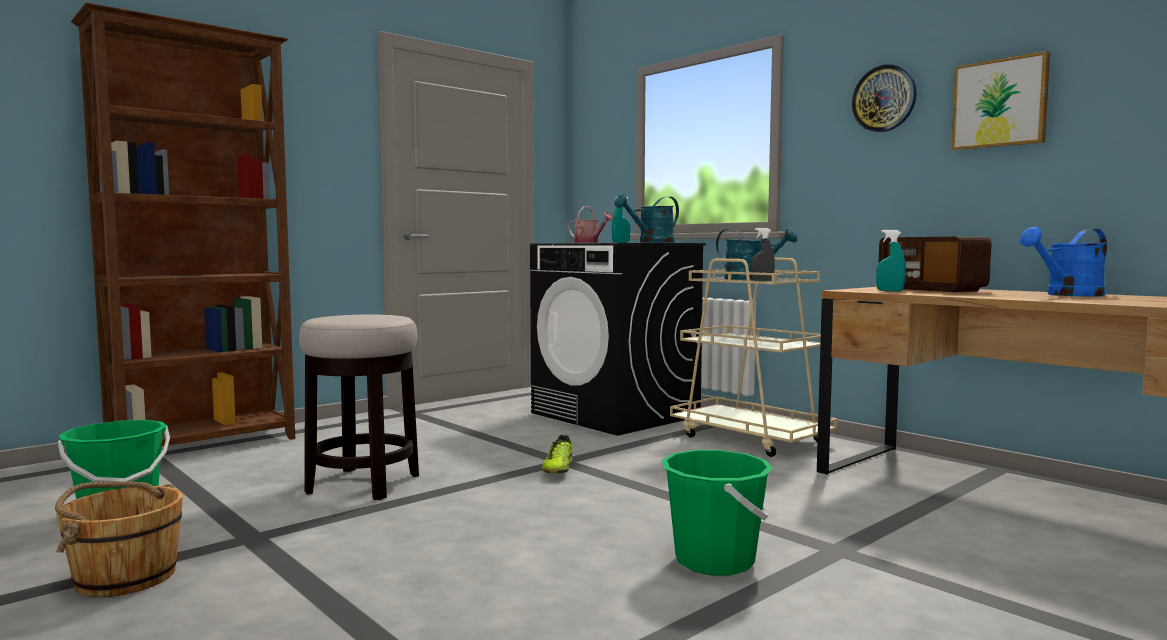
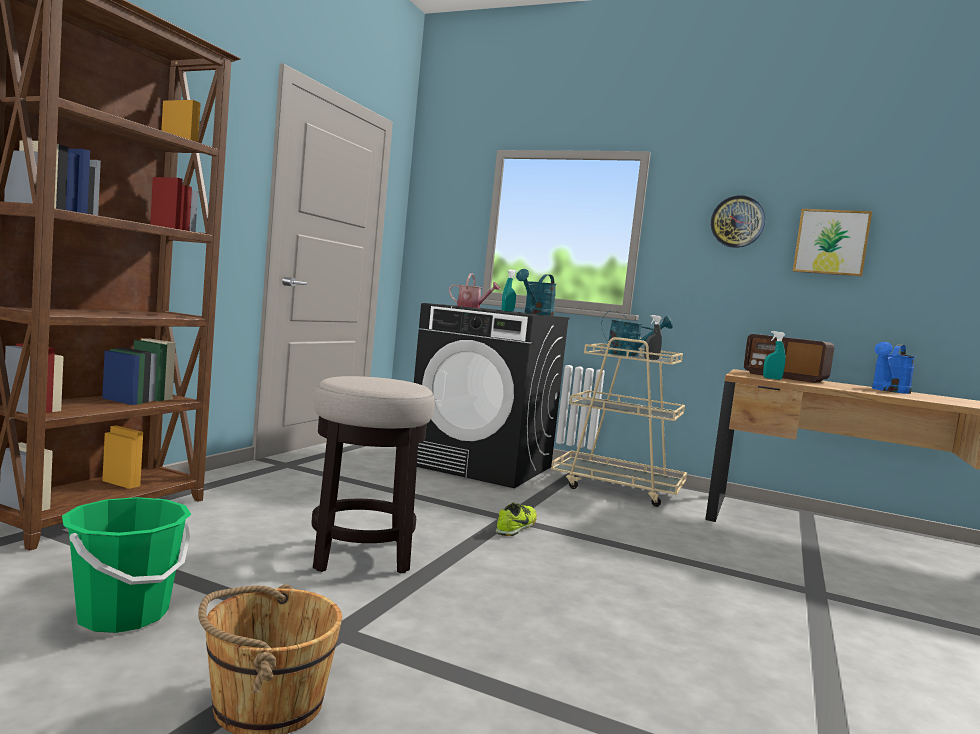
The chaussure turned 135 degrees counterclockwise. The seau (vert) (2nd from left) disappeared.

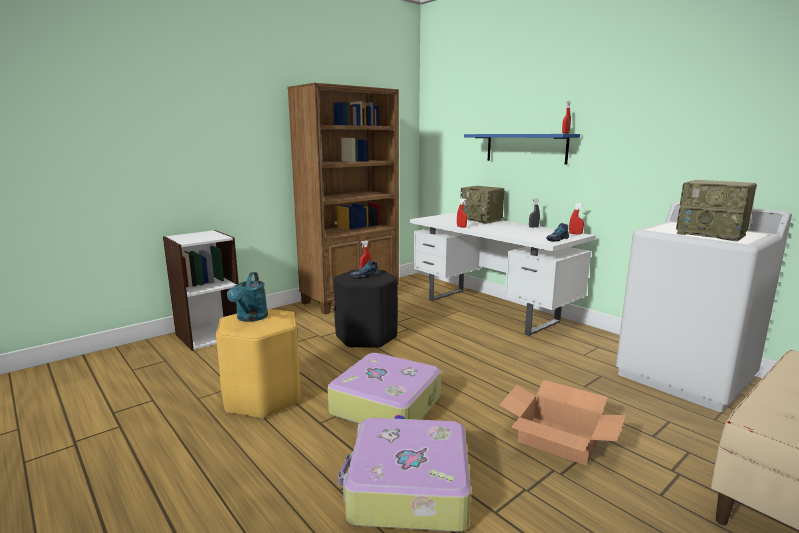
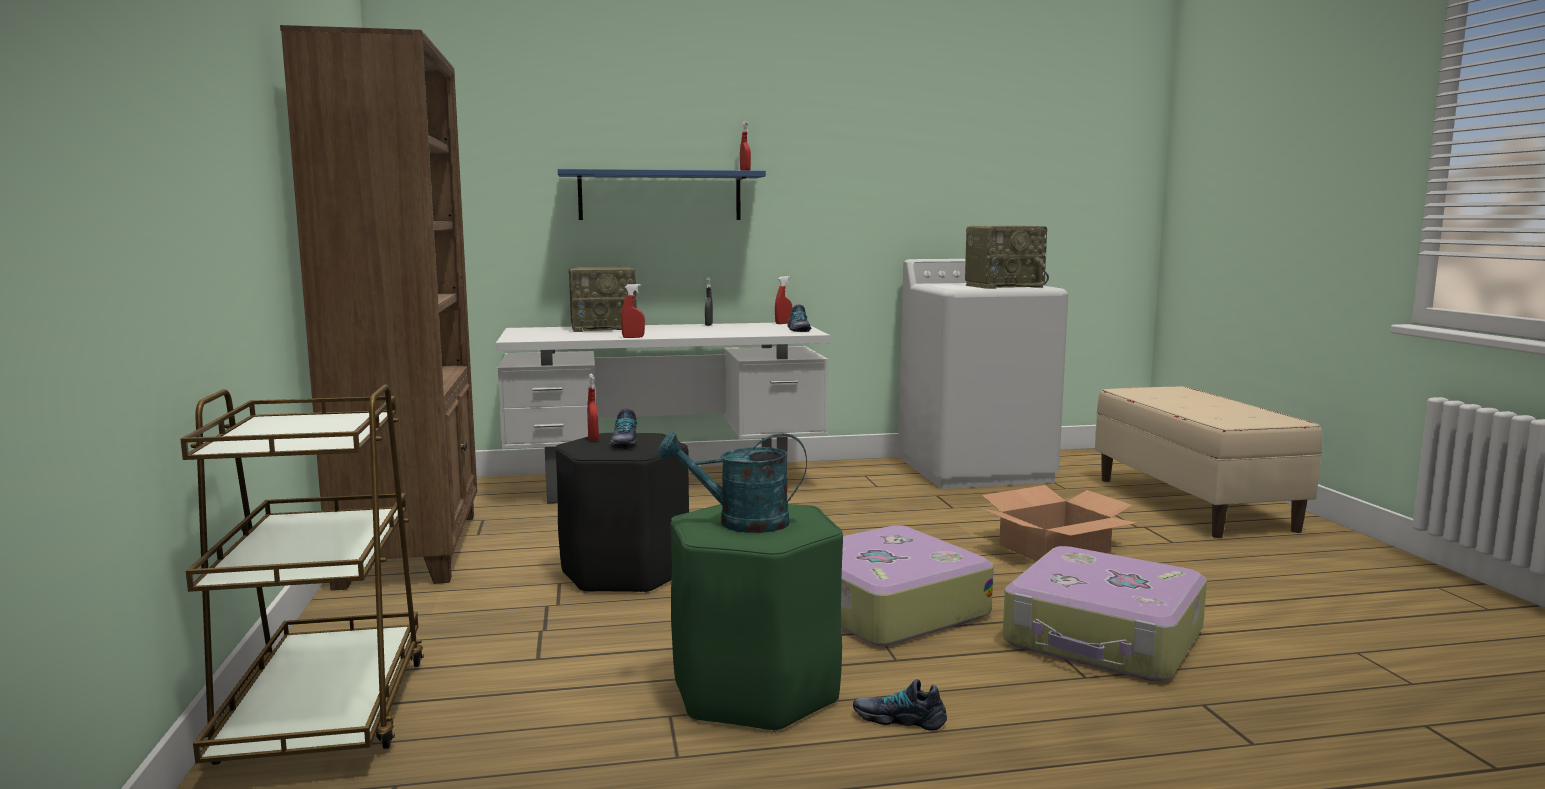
The bibliothèque (blanc) was replaced by the chariot (marron). The arrosoir (turquoise) turned 150 degrees clockwise. The tabouret (jaune) became the tabouret (vert). The chaussure (3rd from left) appeared.

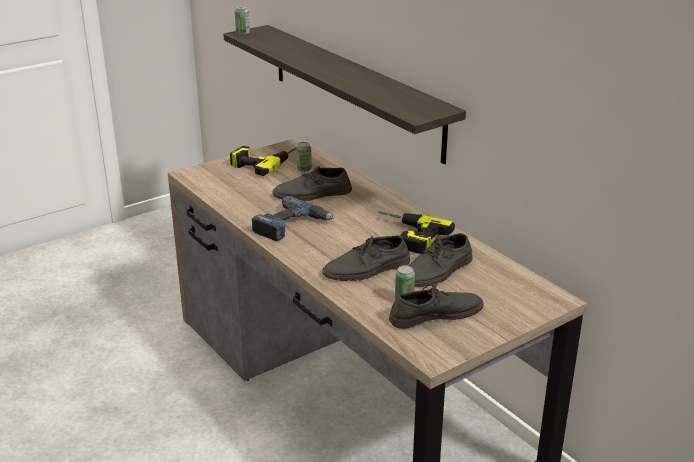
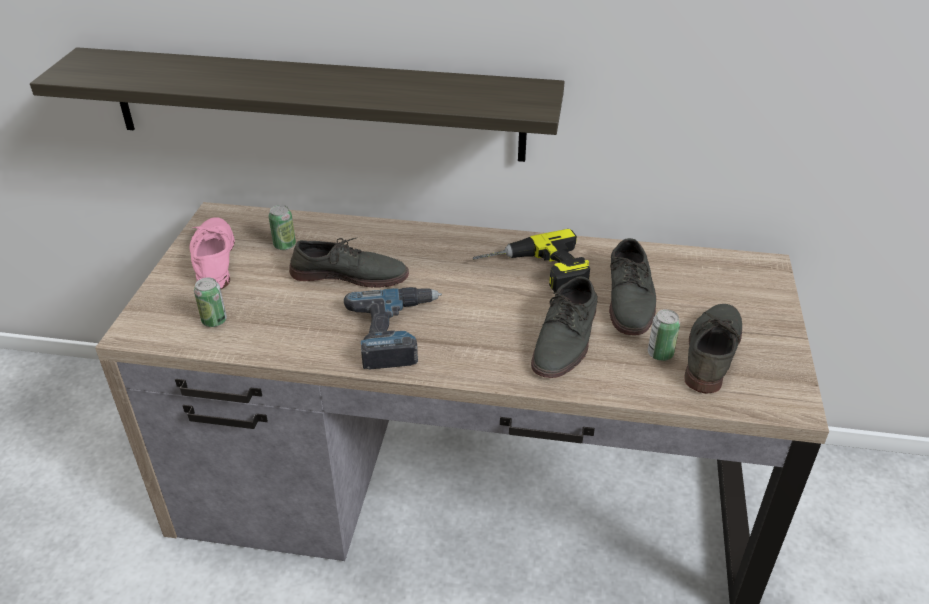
The boîte métallique (1st from left) moved. The perceuse (1st from left) was replaced by the chaussure (rose). The chaussure (gris) (1st from left) turned 120 degrees counterclockwise.

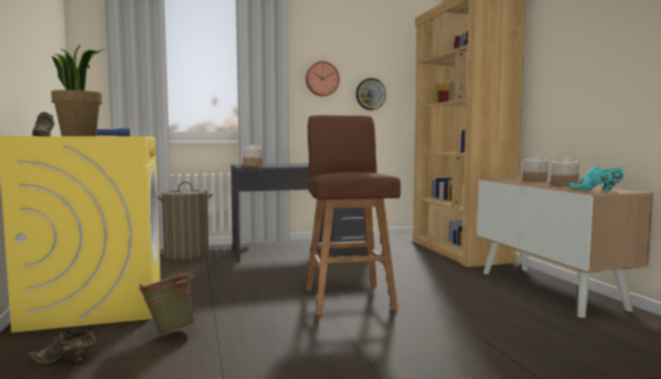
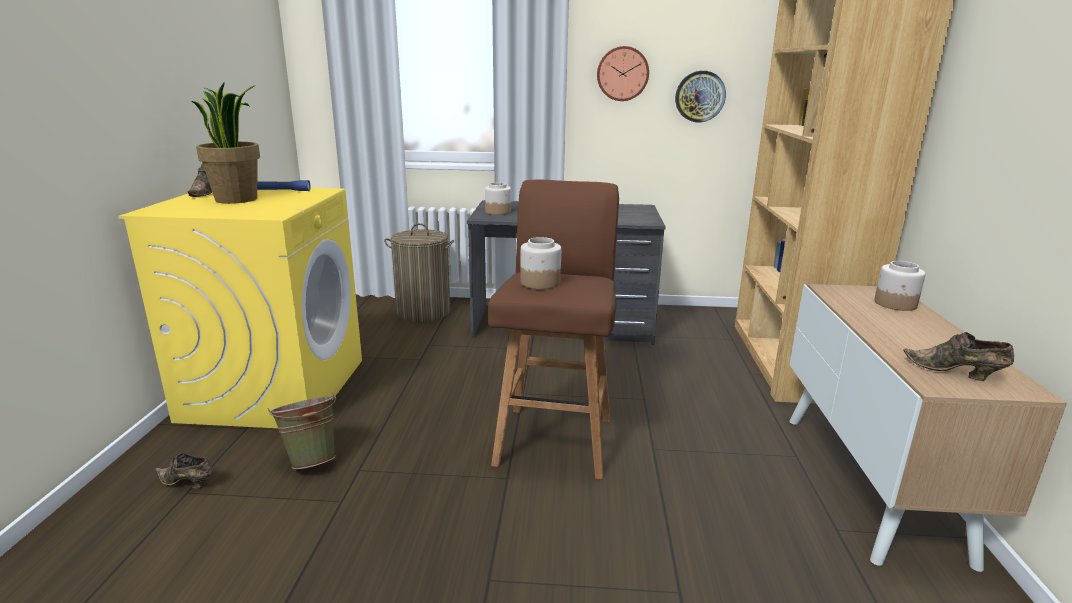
The bocal (3rd from left in the first image) moved. The chaussure (turquoise) became the chaussure (marron) (3rd from left).

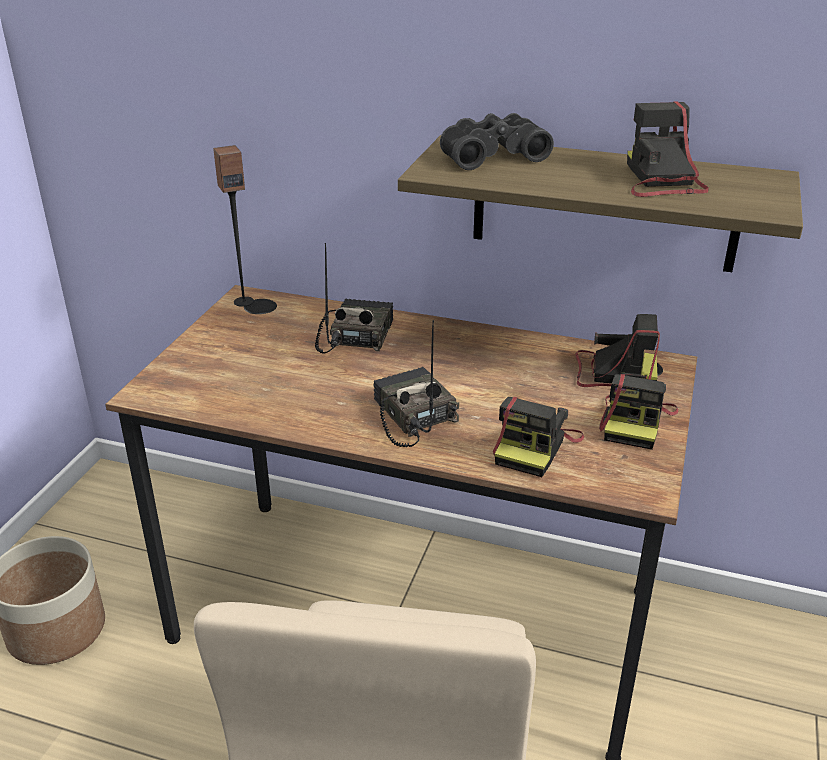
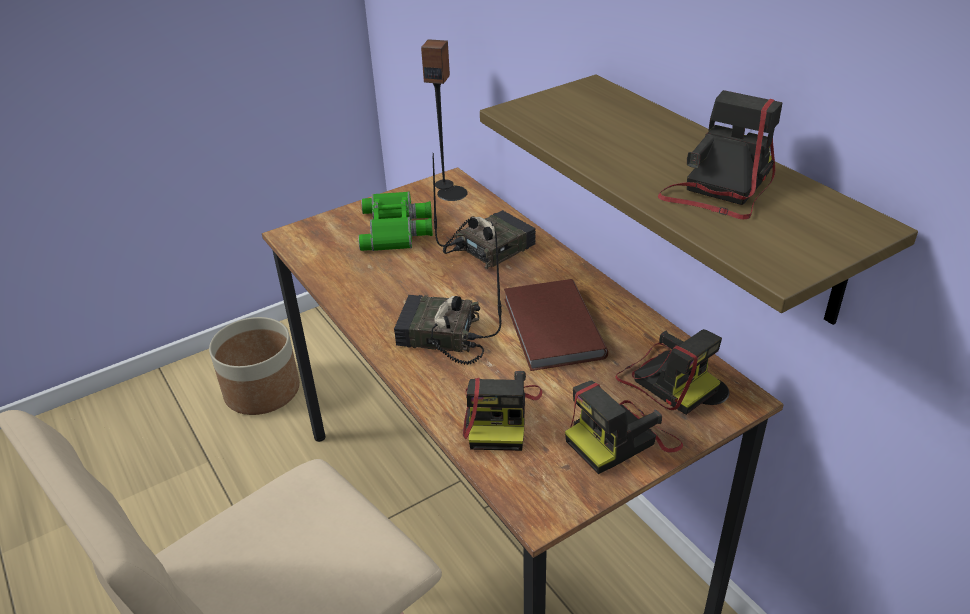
The jumelles (noir) disappeared. The radio (2nd from left in the first image) turned 90 degrees counterclockwise. The appareil photo (1st from left) turned 60 degrees counterclockwise. The jumelles (vert) appeared. The livre (marron) appeared.

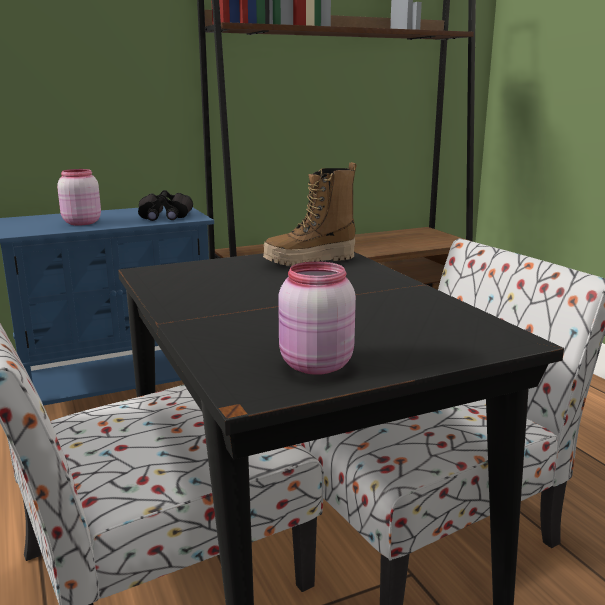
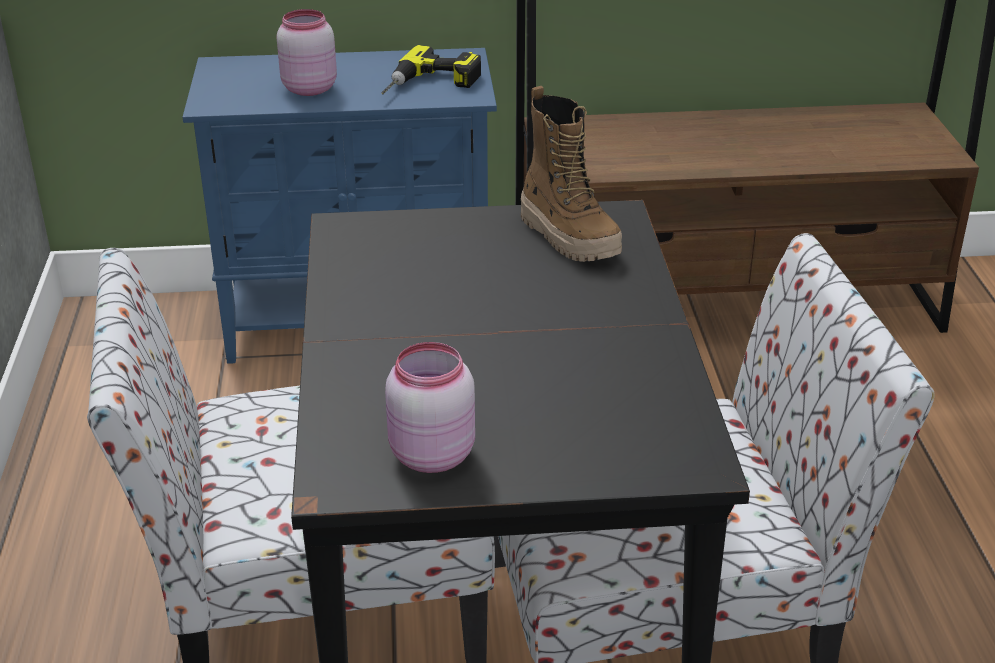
The botte turned 120 degrees counterclockwise. The jumelles (noir) was replaced by the perceuse.

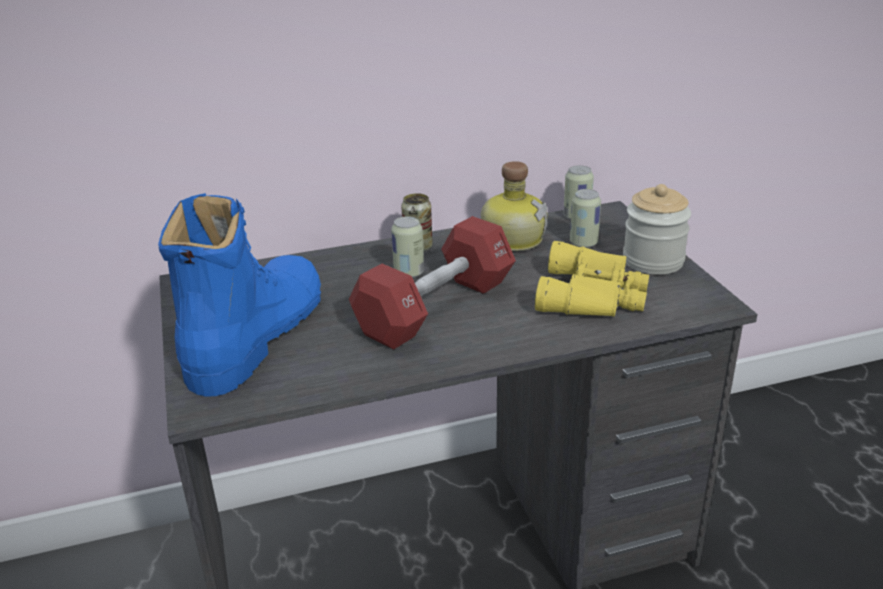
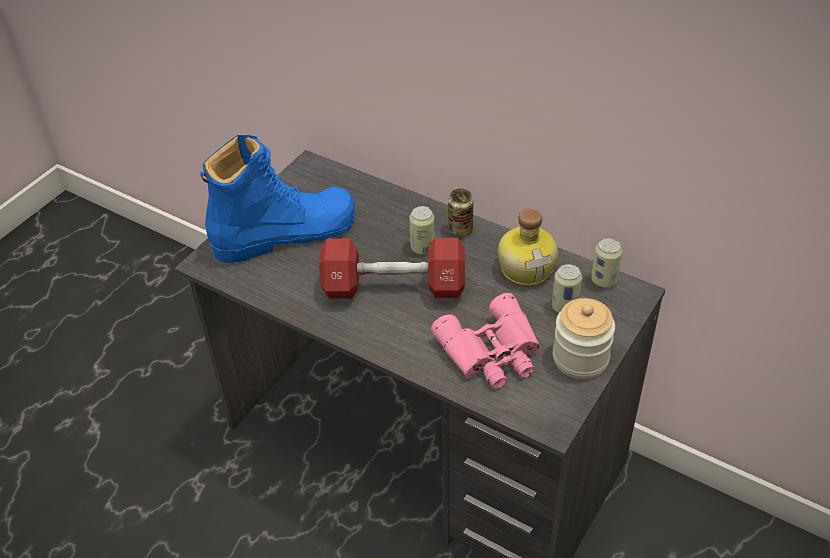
The jumelles (jaune) became the jumelles (rose).

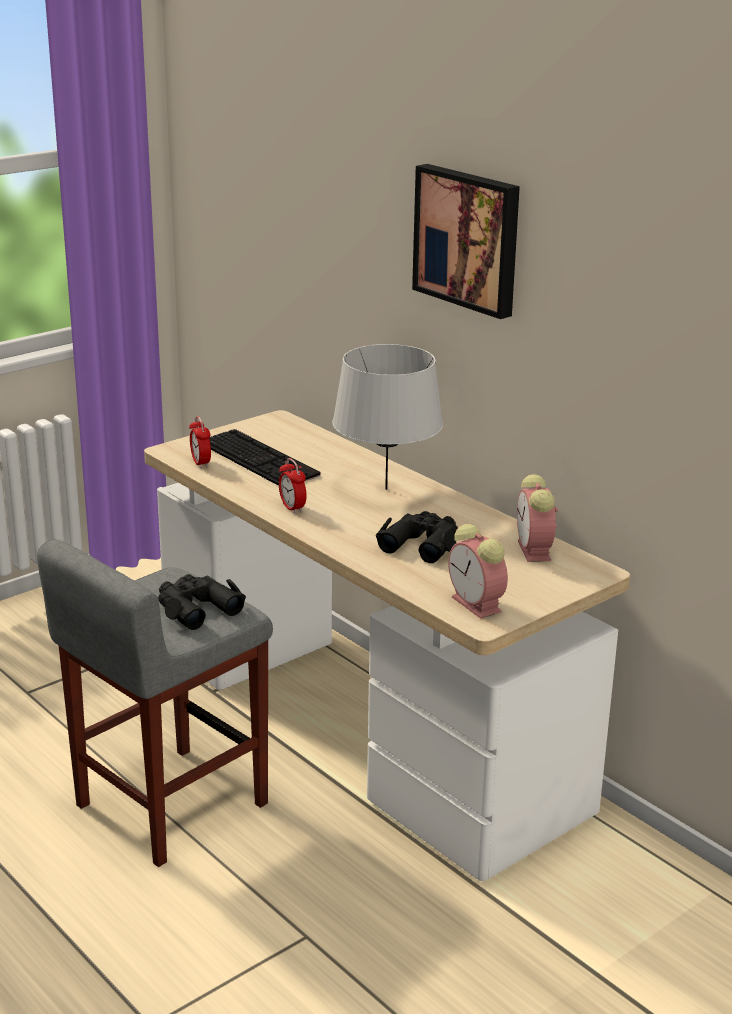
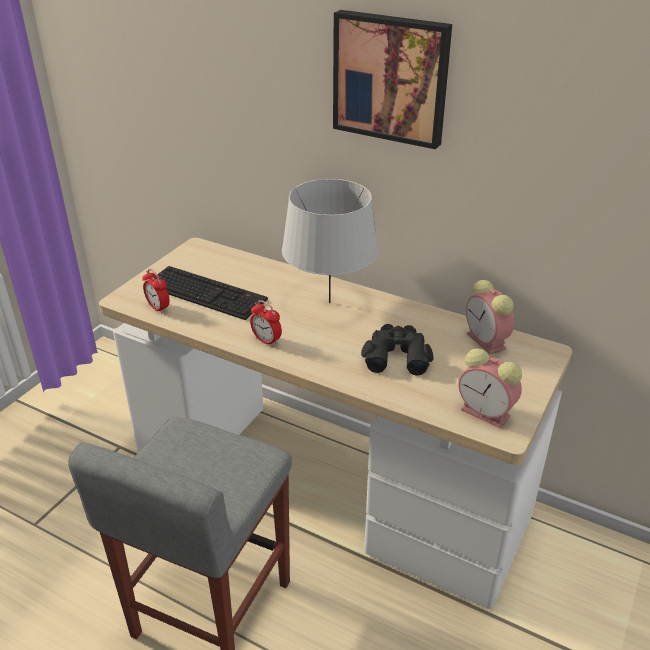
The jumelles (noir) (1st from left) disappeared.

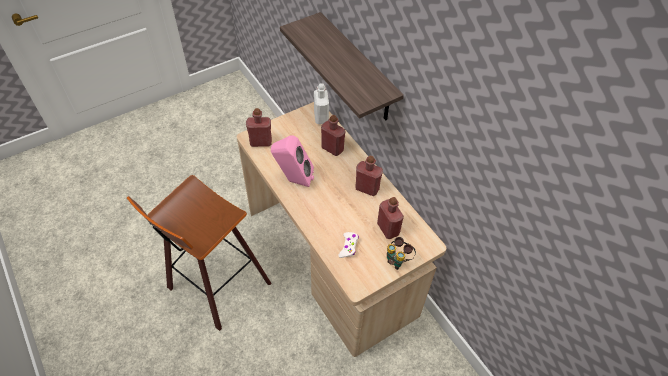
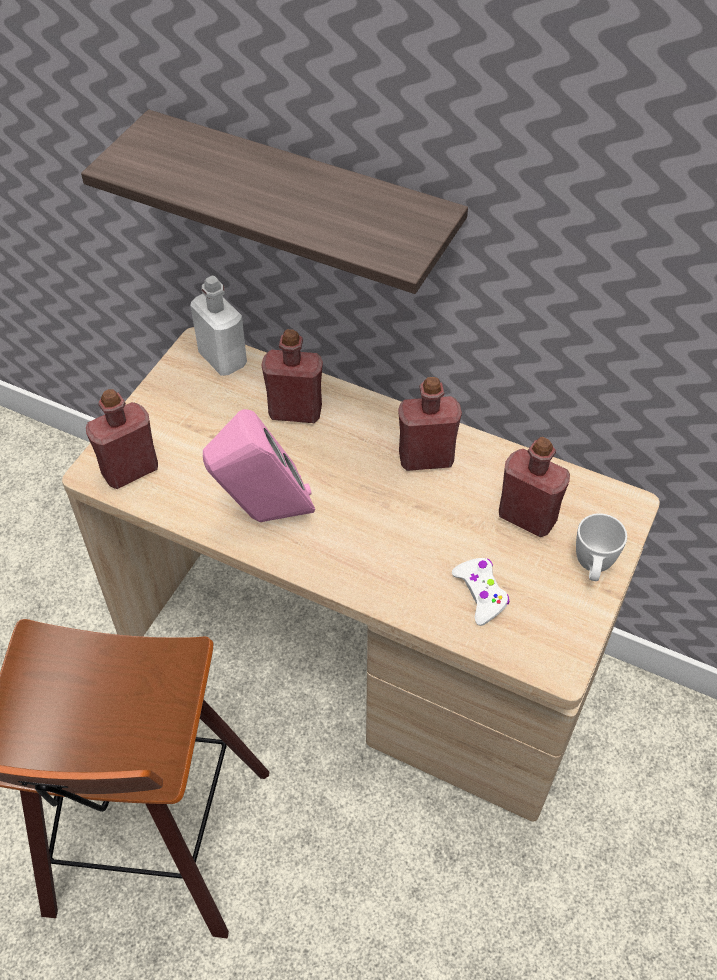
The jumelles was replaced by the mug (blanc).

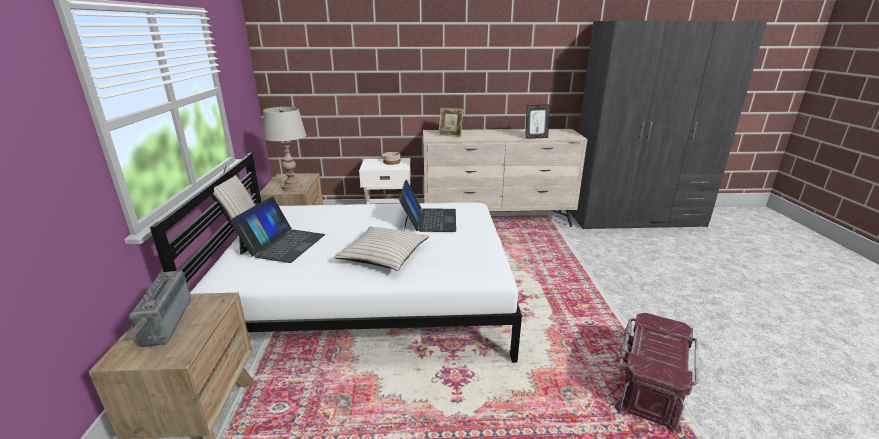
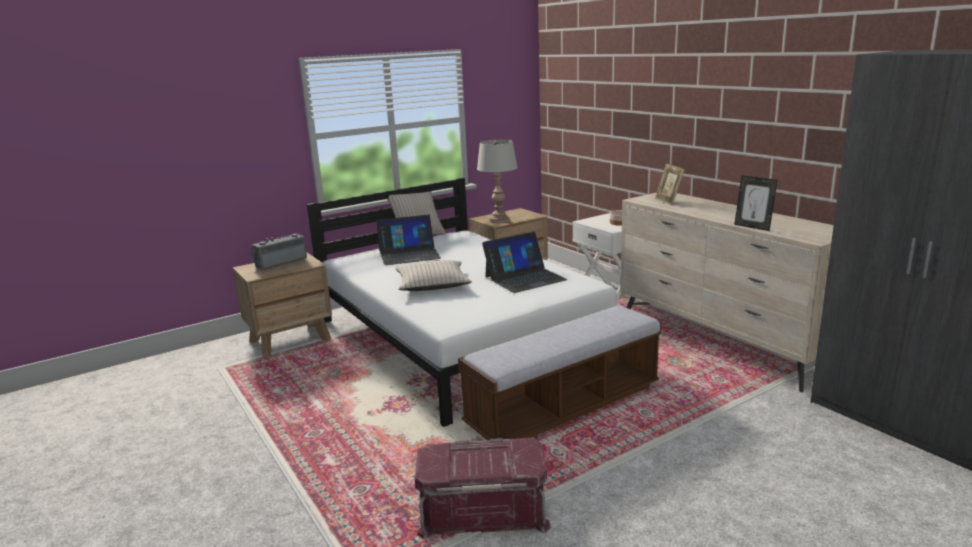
The banc appeared.

